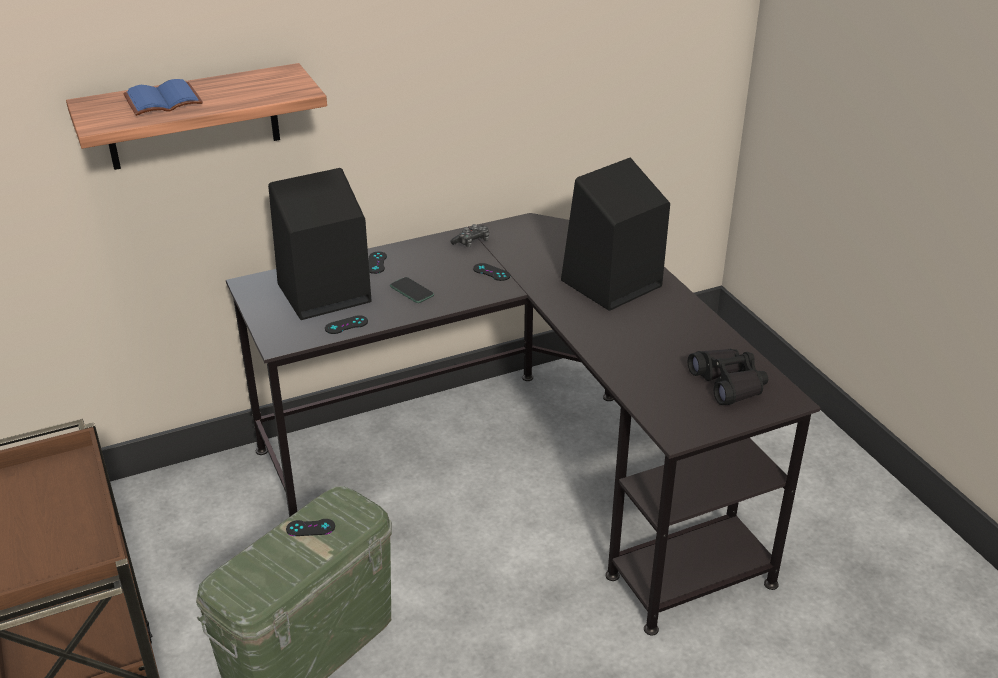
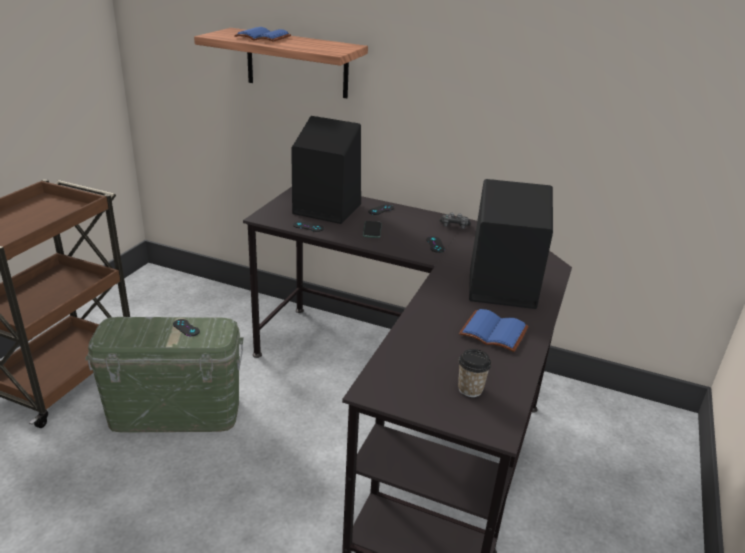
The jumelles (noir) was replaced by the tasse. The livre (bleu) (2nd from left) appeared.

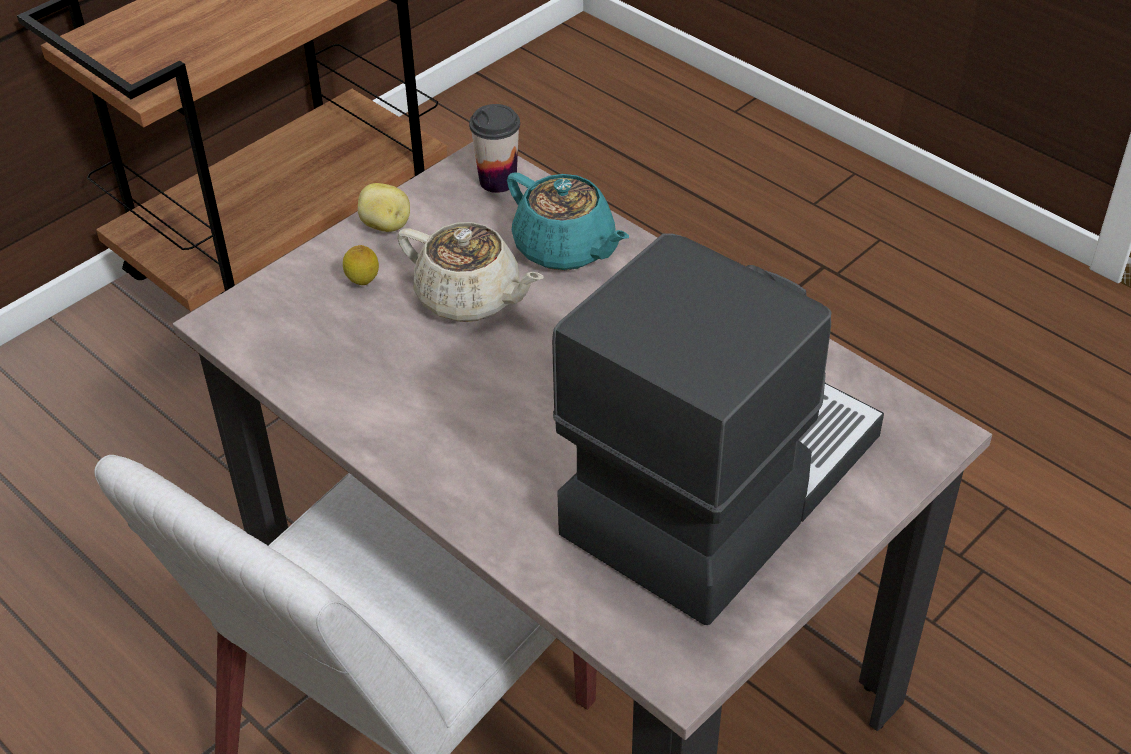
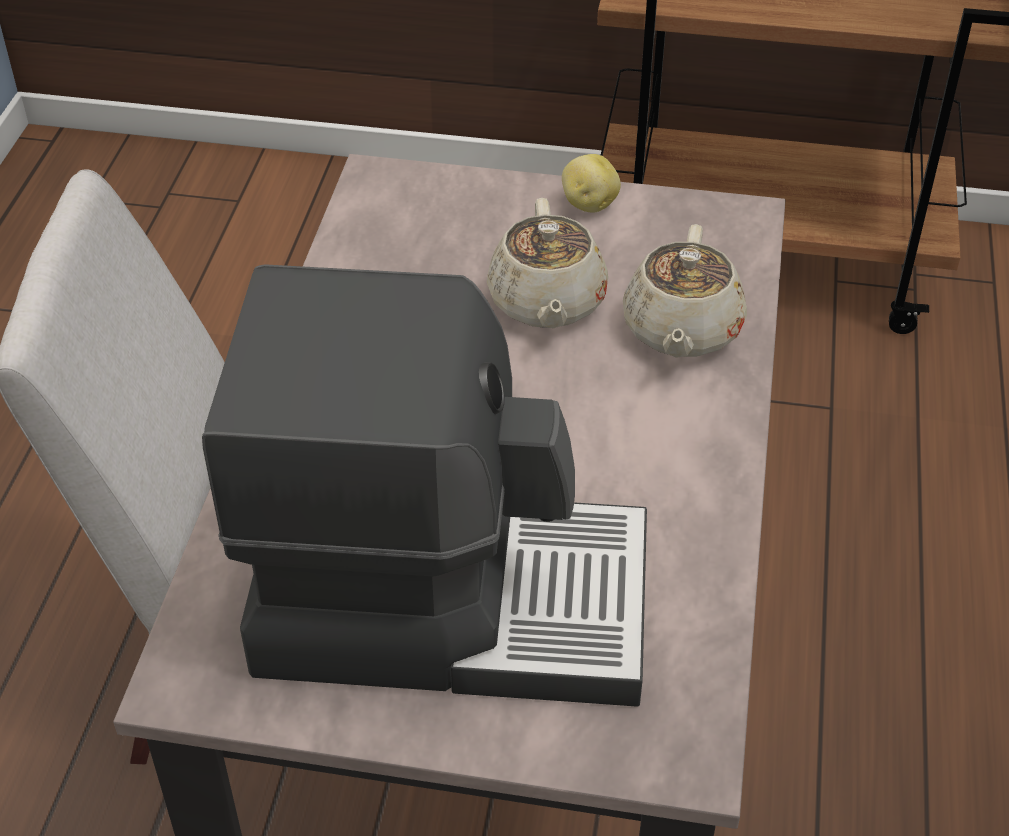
The tasse disappeared. The théière (turquoise) became the théière (beige) (2nd from left). The citron disappeared.

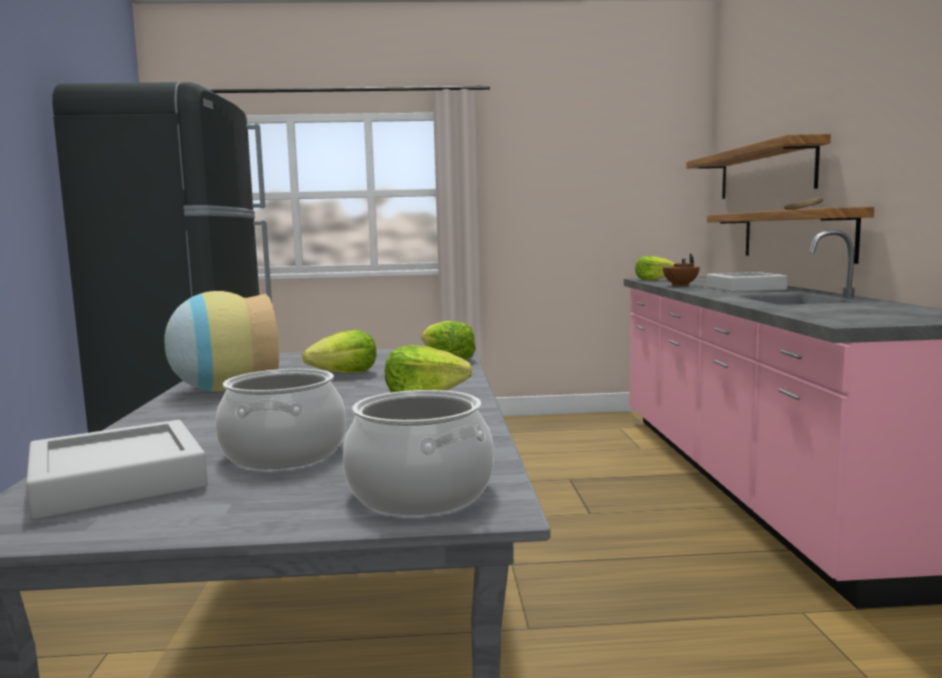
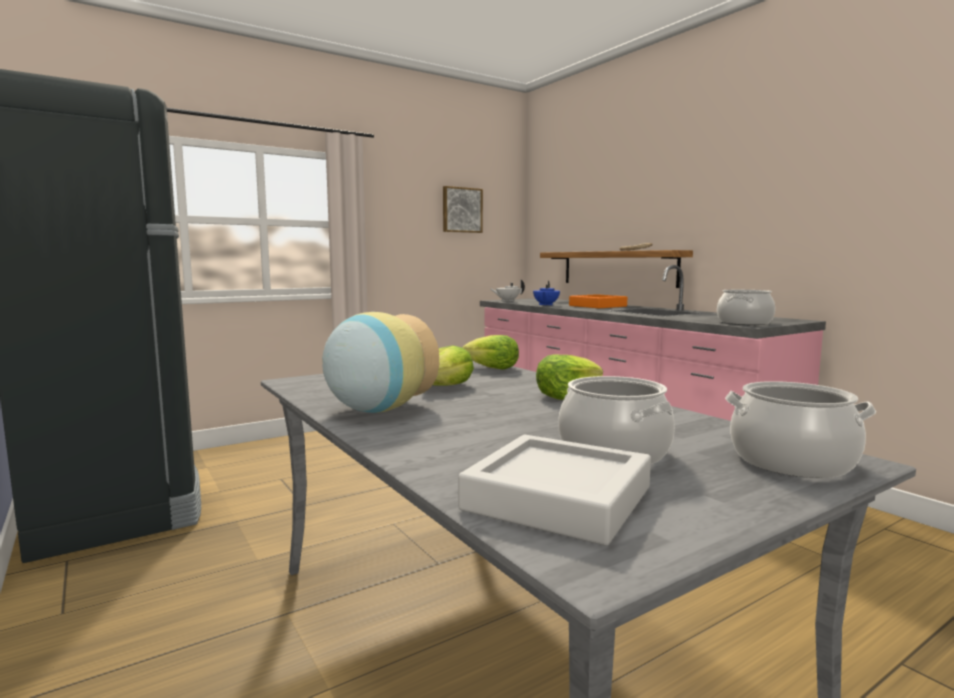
The étagère (1st from left) disappeared. The théière (marron) became the théière (bleu). The laitue (4th from left) was replaced by the théière (blanc). The plateau (gris) (2nd from left) became the plateau (orange). The tableau appeared. The marmite (2nd from left) appeared.

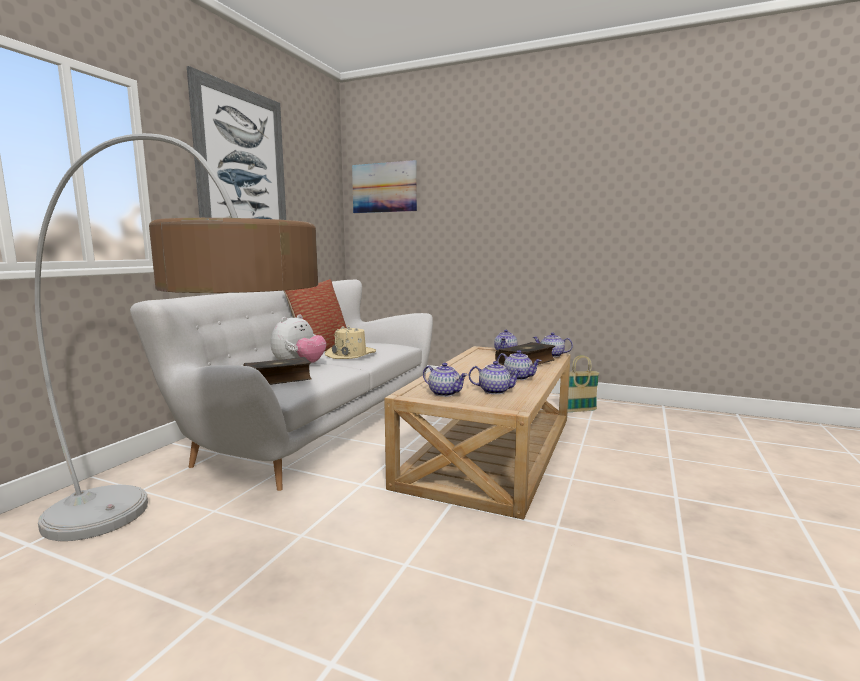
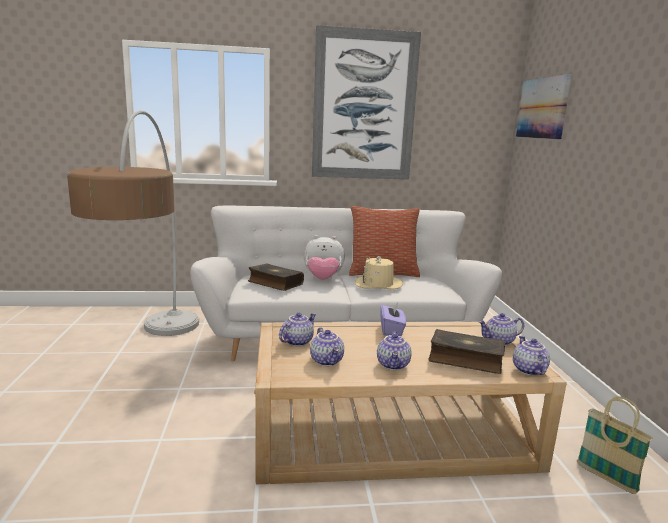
The théière (1st from left) turned 150 degrees counterclockwise. The boîte à mouchoirs (violet) appeared.

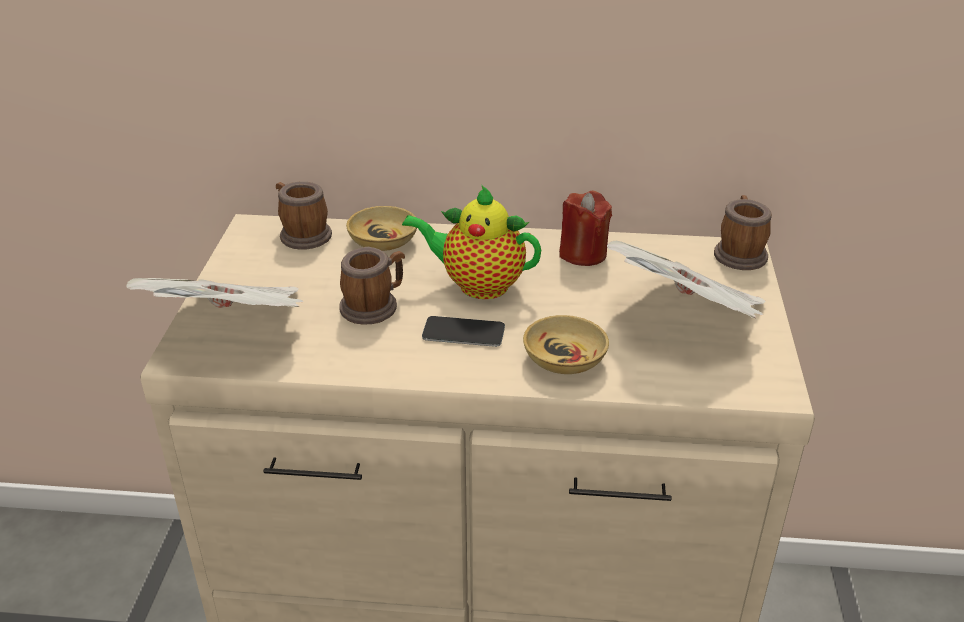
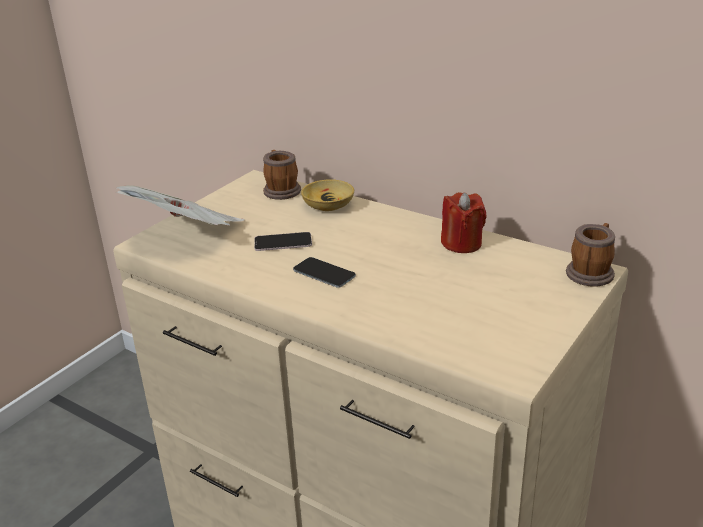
The théière disappeared. The journal (2nd from left) disappeared. The mug (2nd from left) was replaced by the téléphone (1st from left). The bol (beige) (2nd from left) disappeared.

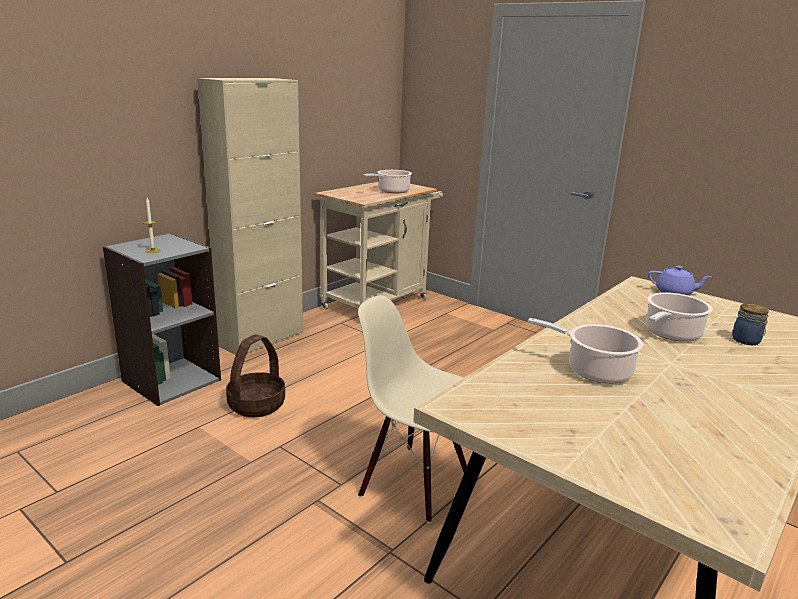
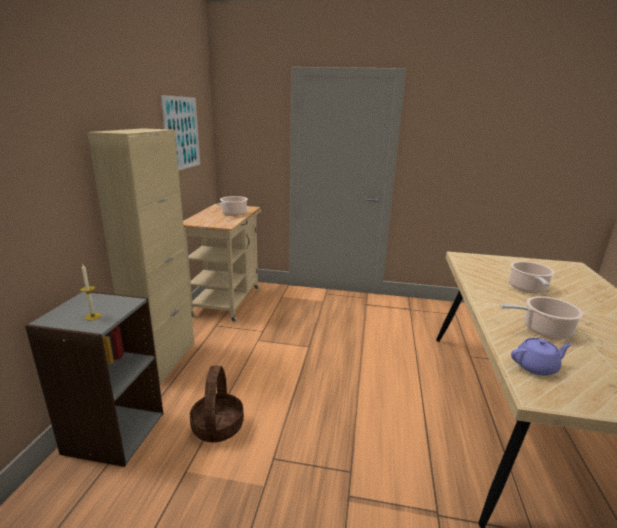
The théière (violet) moved. The chaise (beige) disappeared. The bocal disappeared. The tableau appeared.

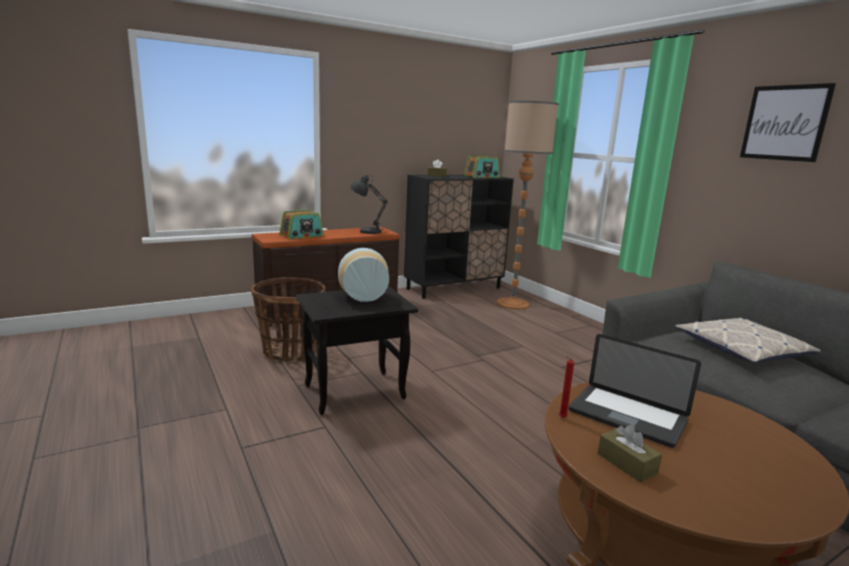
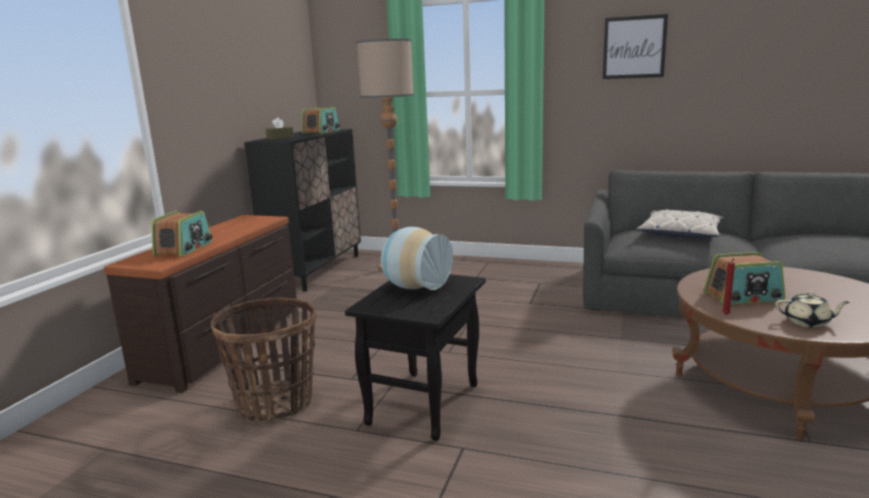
The lampe de table (gris) disappeared. The ordinateur portable was replaced by the radio (3rd from left). The boîte à mouchoirs (marron) (2nd from left) was replaced by the théière (beige).

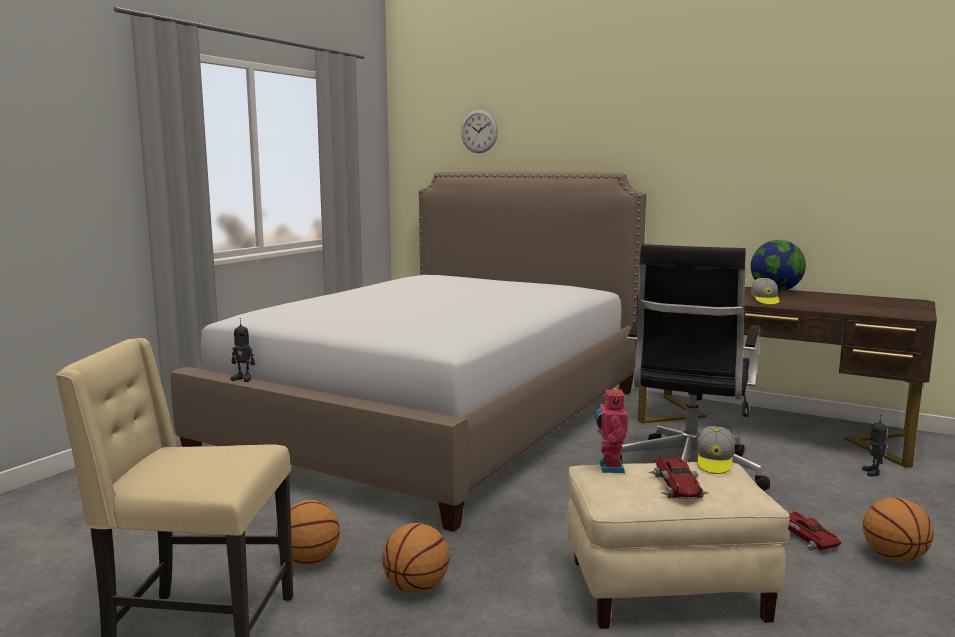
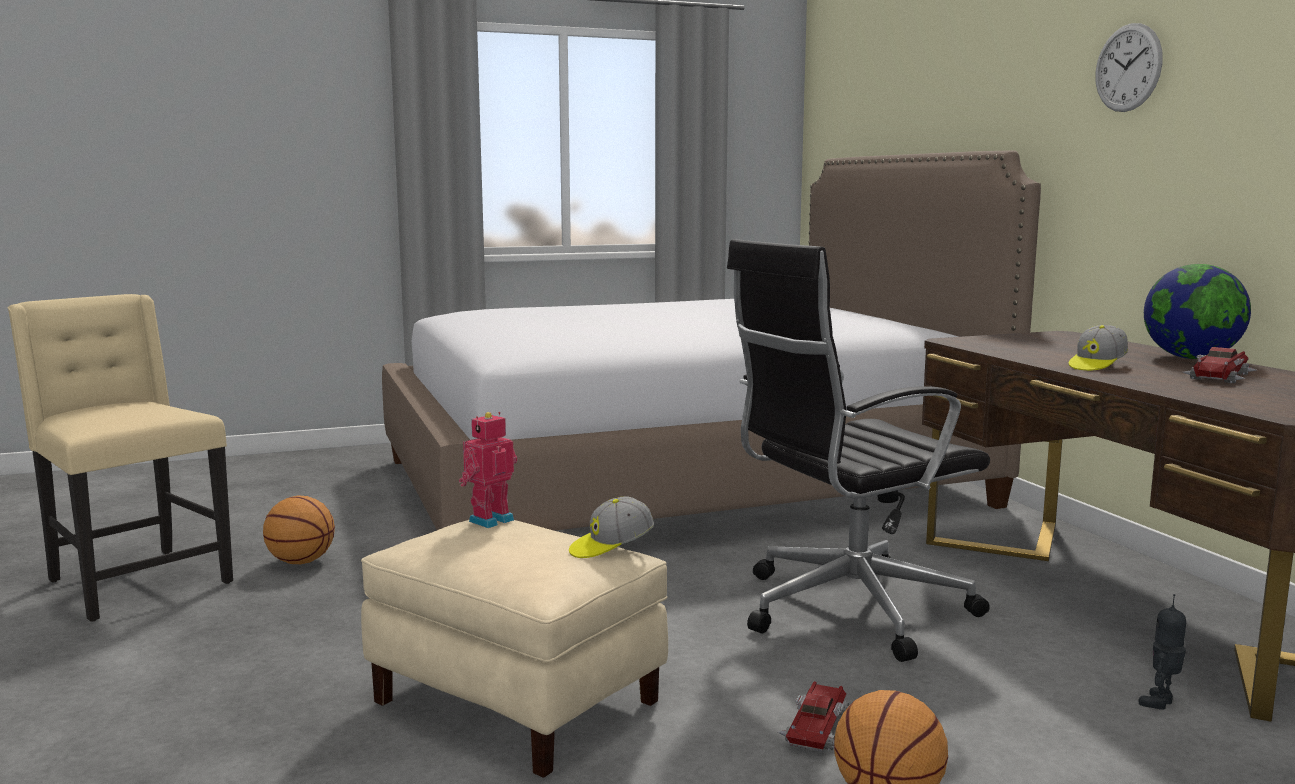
The horloge murale moved. The robot jouet (1st from left) disappeared. The petite voiture (1st from left in the first image) moved. The ballon de basket (2nd from left) disappeared.

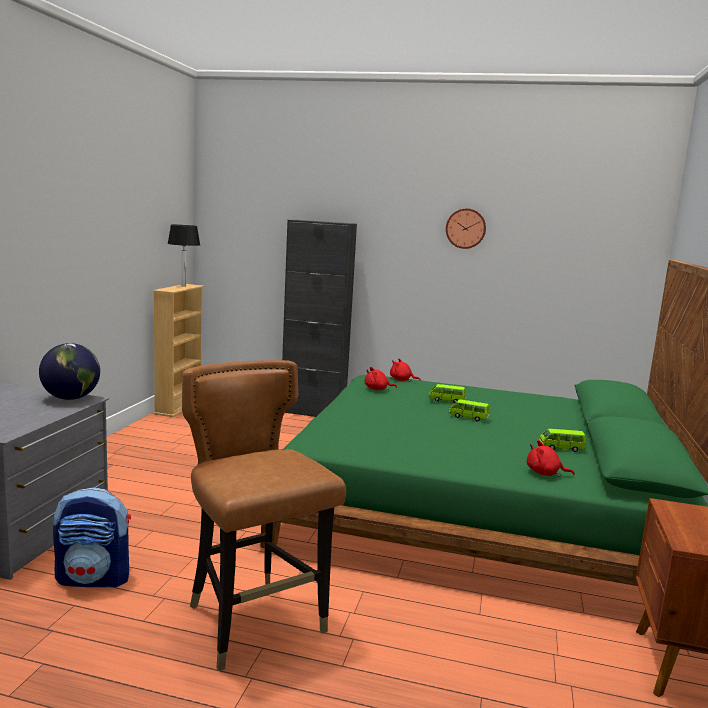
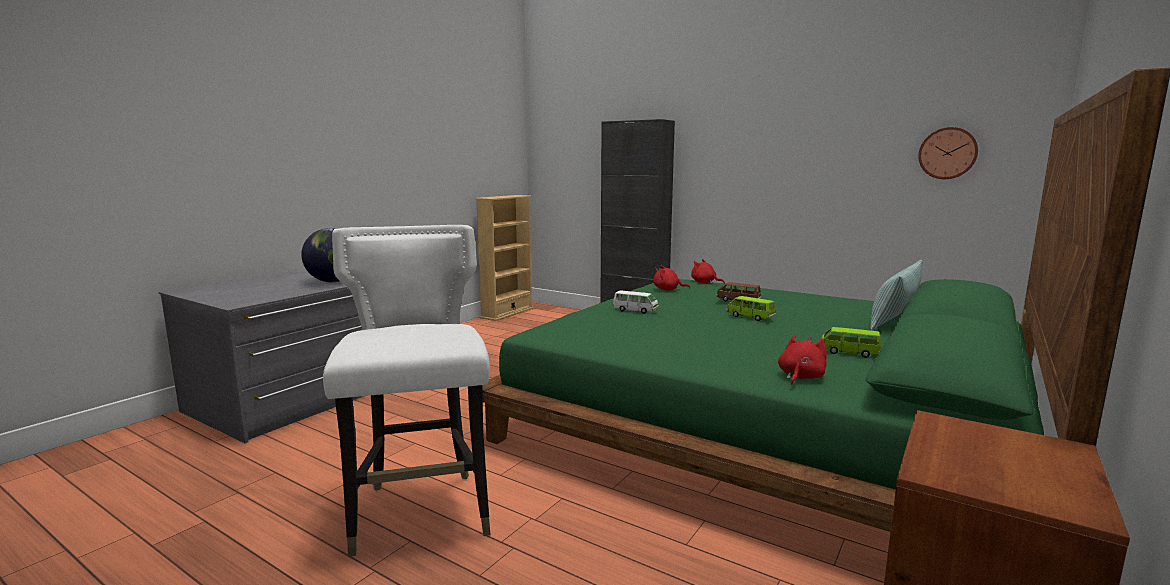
The horloge murale moved. The lampe de table disappeared. The chaise (marron) became the chaise (blanc). The petite voiture (vert) (1st from left) became the petite voiture (marron). The peluche (rouge) (3rd from left) turned 90 degrees clockwise. The sac à dos disappeared. The coussin appeared. The petite voiture (blanc) appeared.

